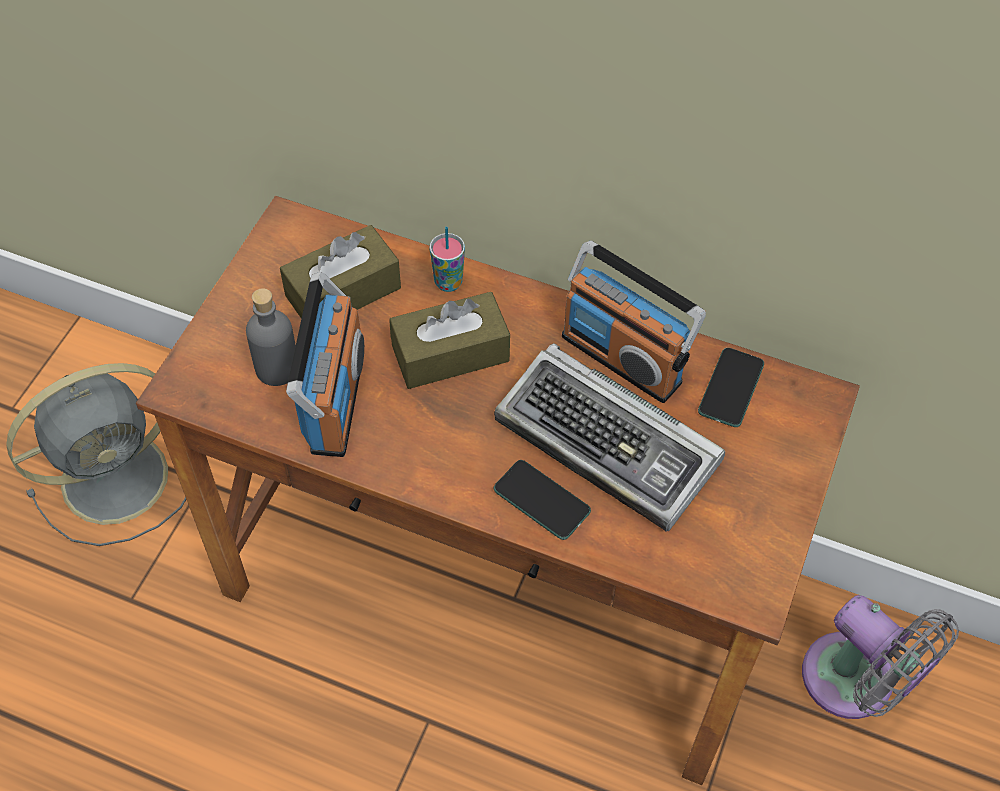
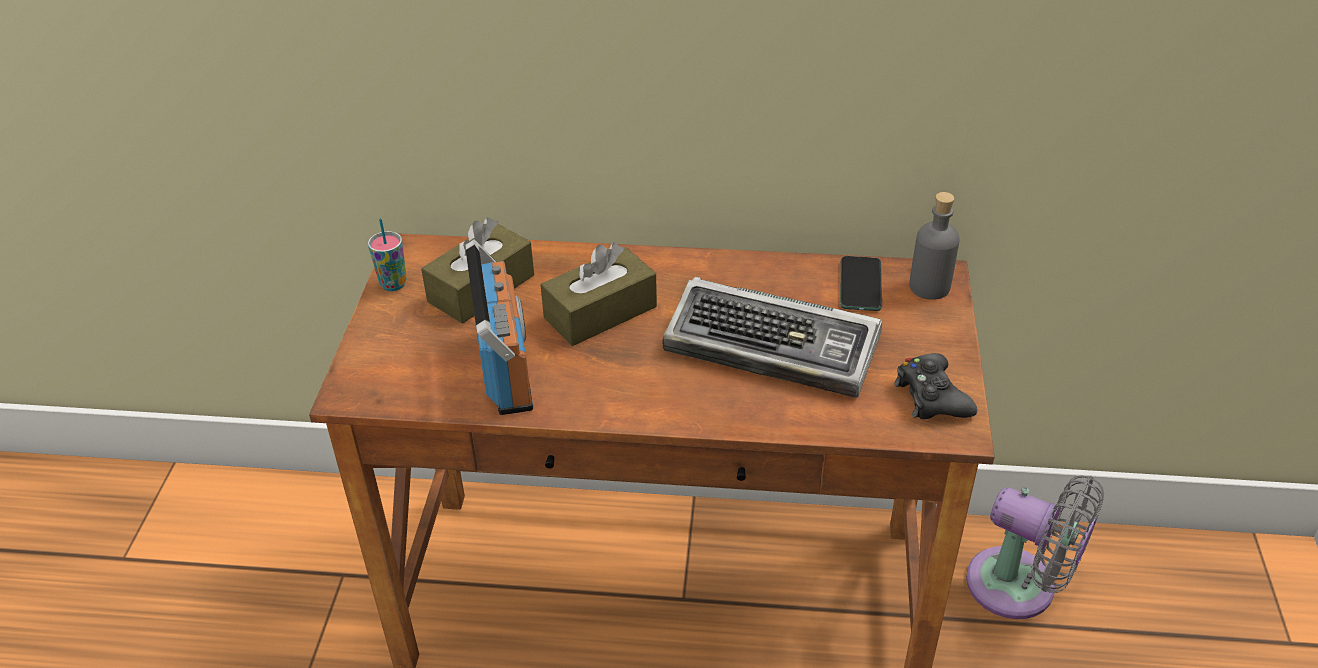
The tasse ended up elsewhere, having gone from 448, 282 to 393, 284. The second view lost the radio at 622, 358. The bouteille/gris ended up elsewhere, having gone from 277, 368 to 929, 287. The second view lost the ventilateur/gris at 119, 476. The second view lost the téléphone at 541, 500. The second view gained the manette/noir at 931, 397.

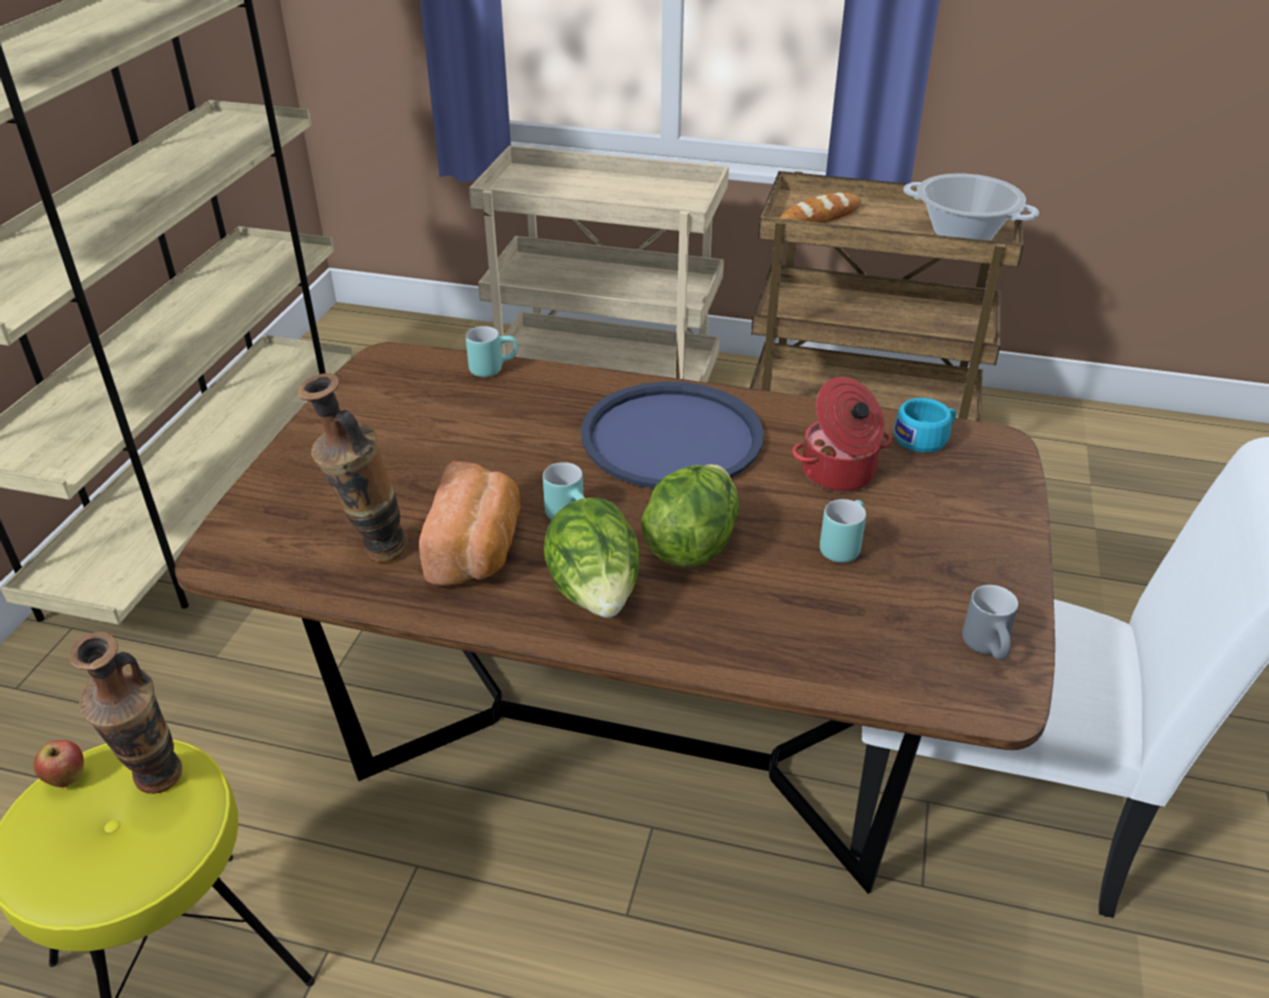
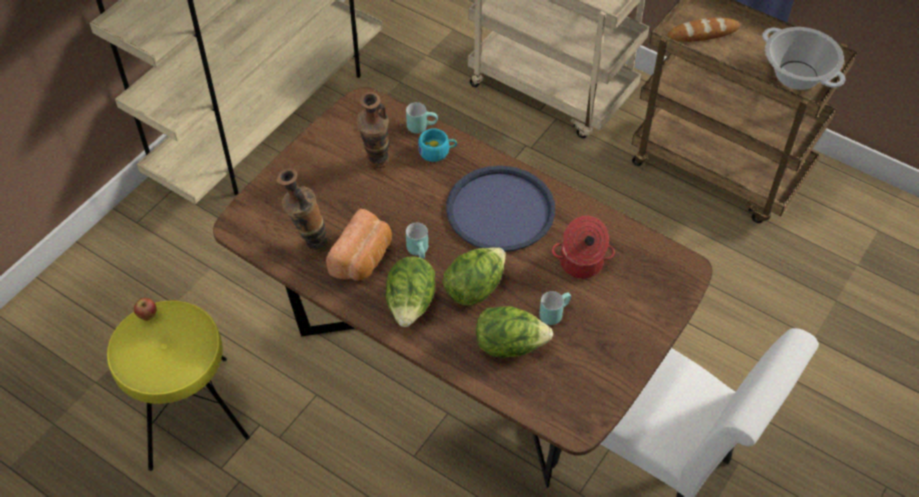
The tasse/turquoise ended up elsewhere, having gone from 925, 438 to 437, 151. The second view lost the mug/gris at 990, 649. The vase ended up elsewhere, having gone from 158, 789 to 377, 166. The second view gained the laitue at 510, 345.

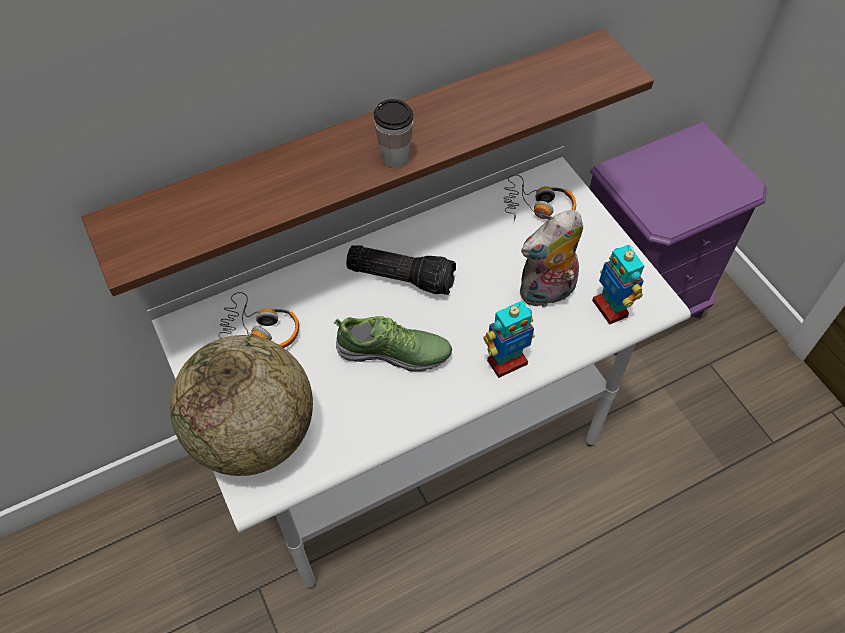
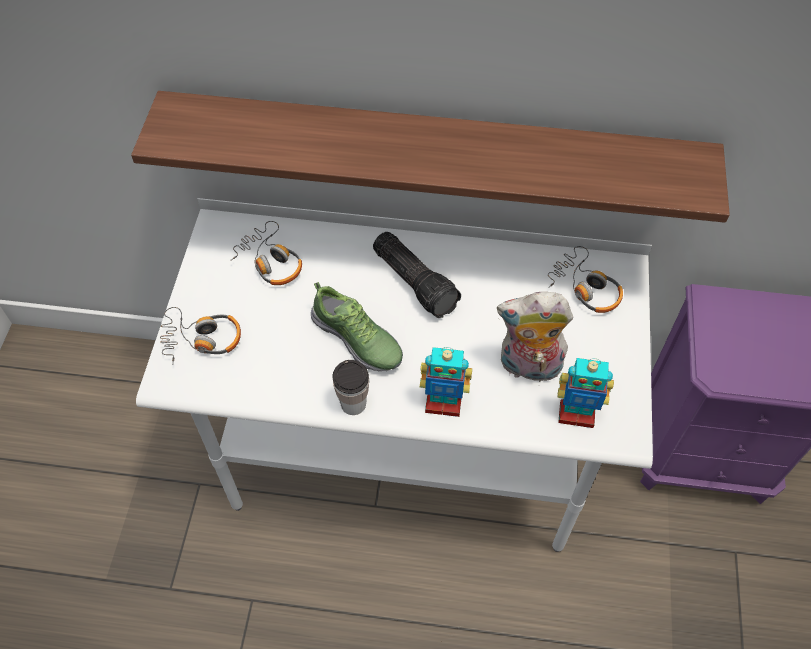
The tasse ended up elsewhere, having gone from 395, 158 to 353, 403. The robot jouet at 610, 308 ended up facing another way, 90 degrees counterclockwise from before. Where the globe stood at 254, 434, the casque audio came to stand at 202, 339.

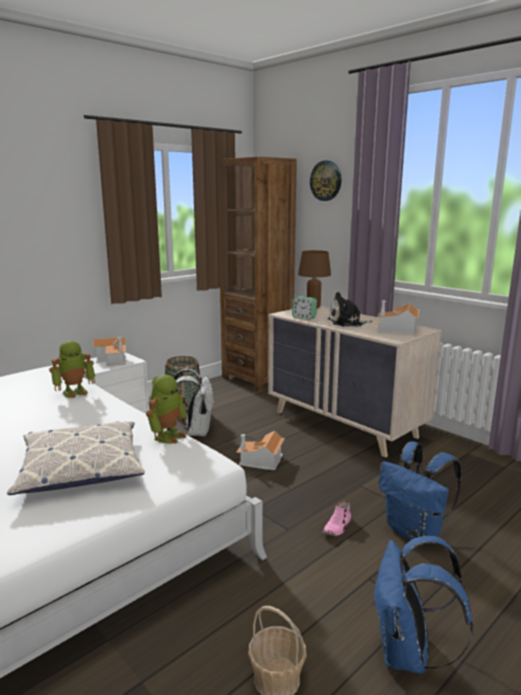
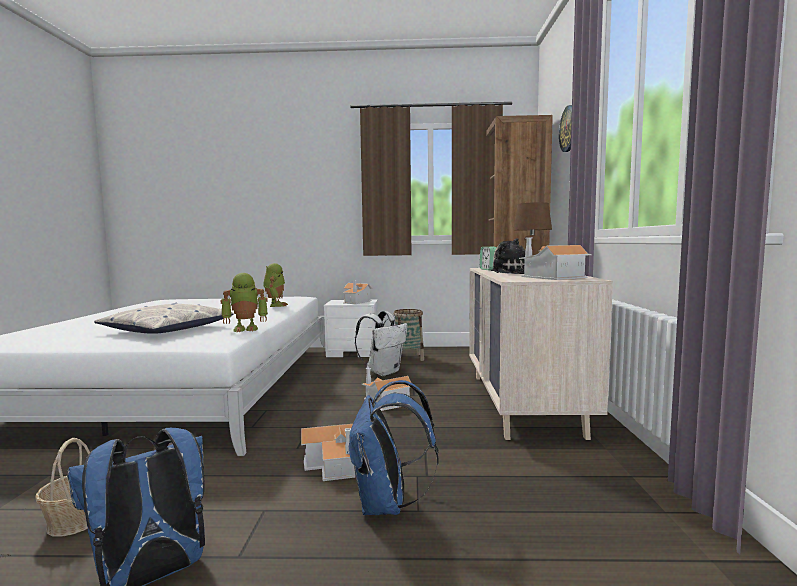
The robot jouet at 75, 392 ended up facing another way, 105 degrees counterclockwise from before. Where the chaussure/rose stood at 337, 526, the maison miniature came to stand at 333, 465.

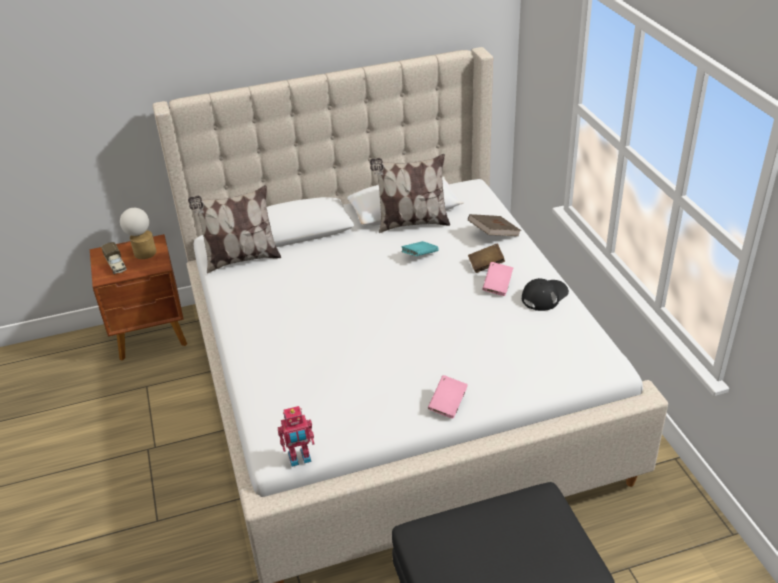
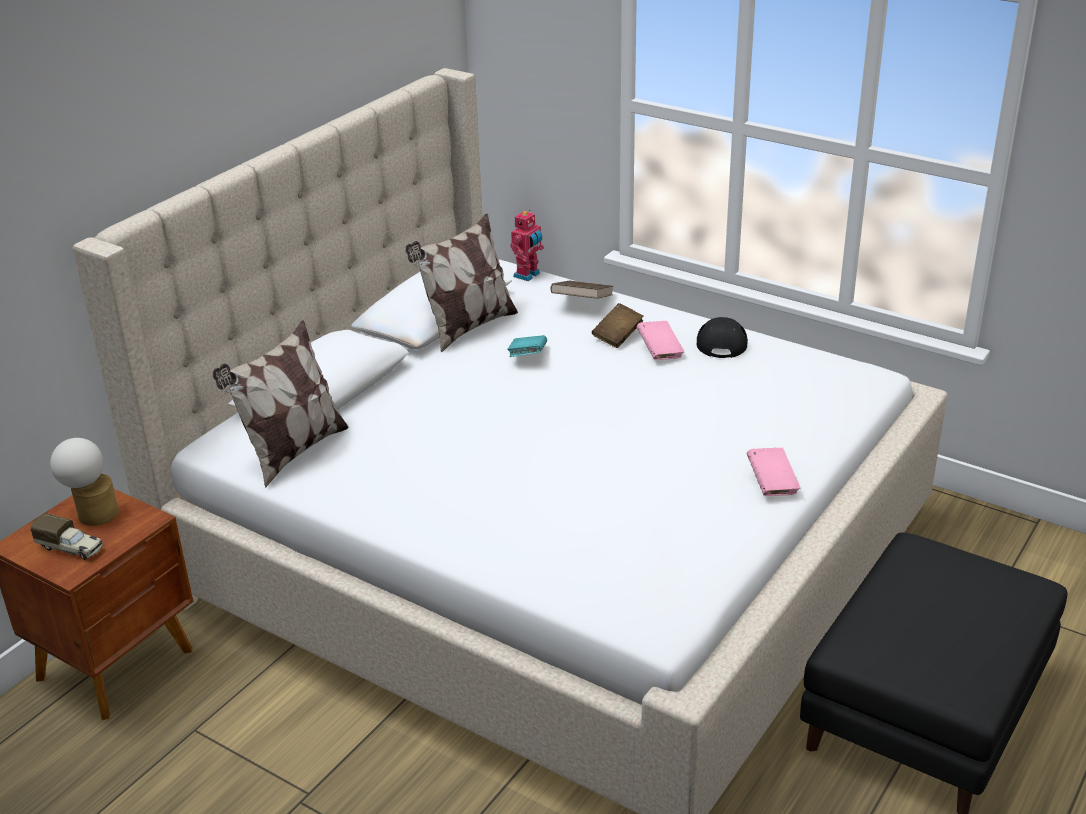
The robot jouet ended up elsewhere, having gone from 300, 459 to 528, 275.

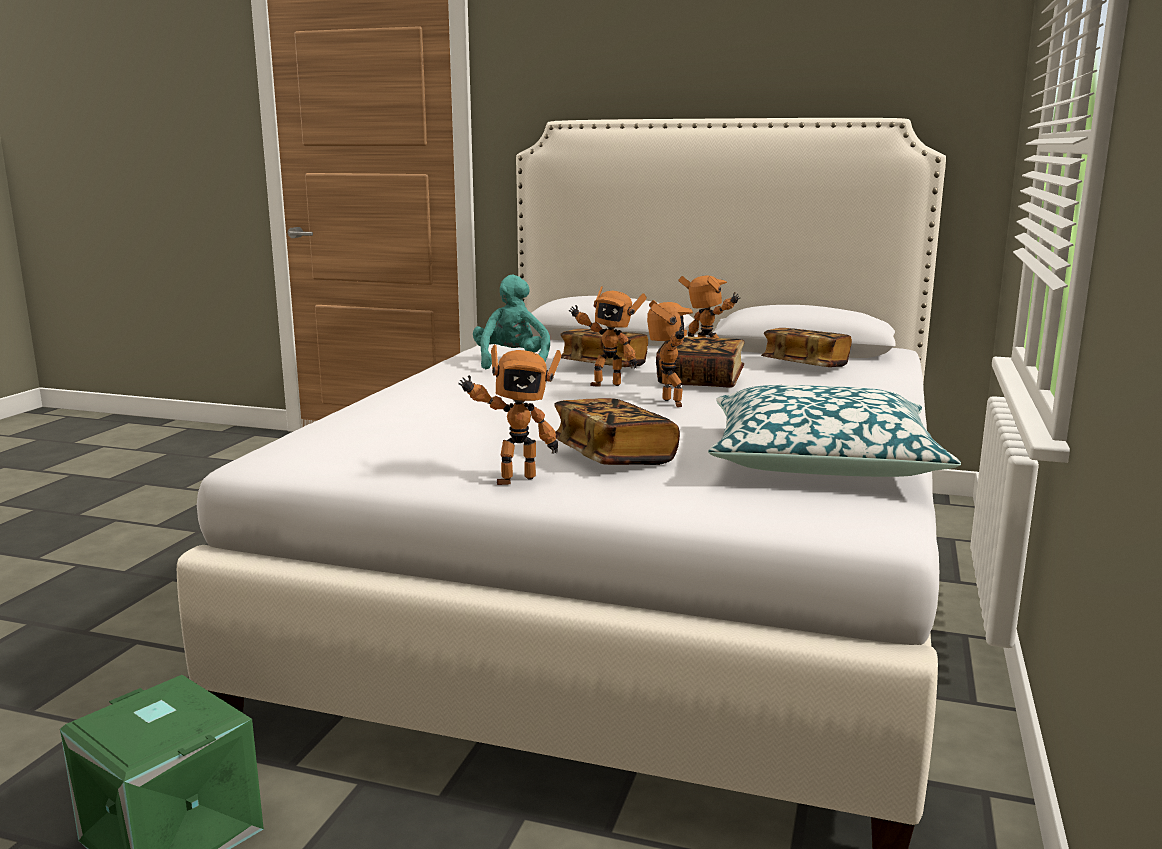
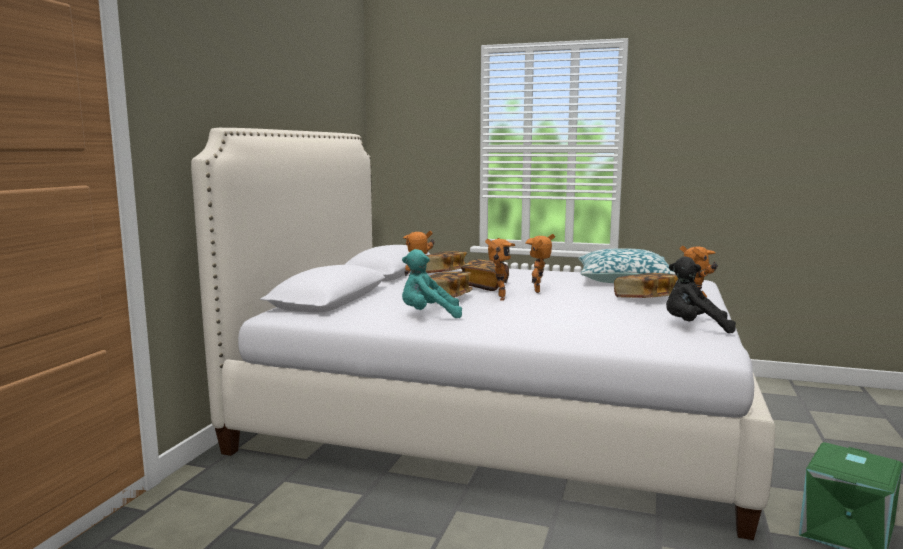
The robot jouet at 668, 403 ended up facing another way, 60 degrees counterclockwise from before. The second view gained the peluche/noir at 694, 328.

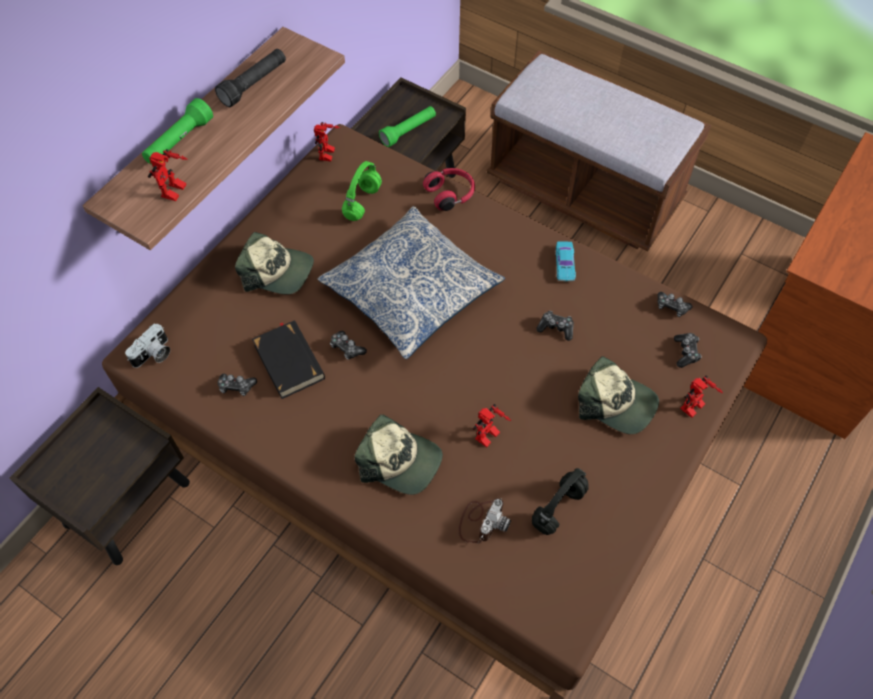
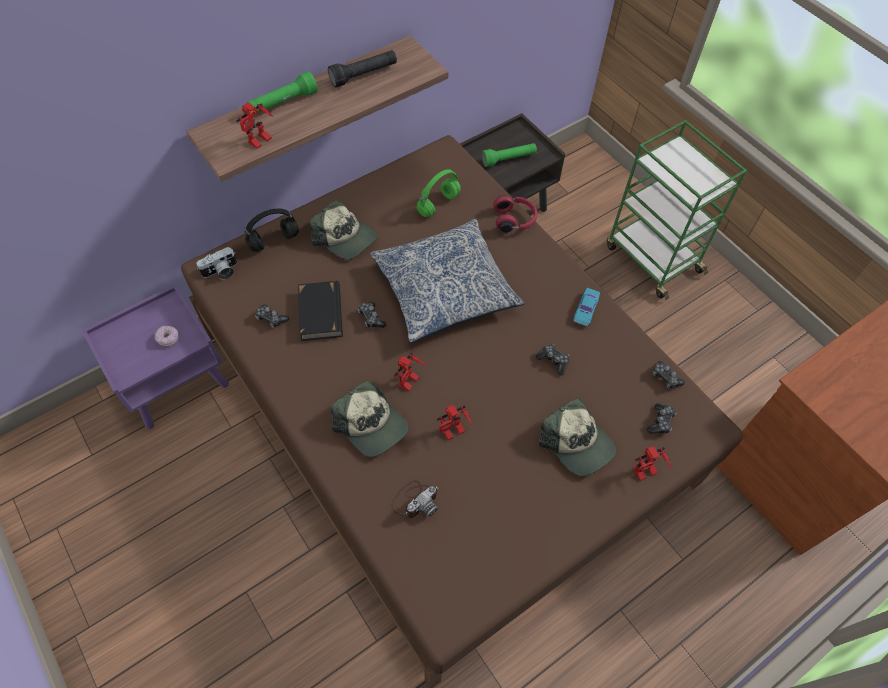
Where the banc/marron stood at 584, 191, the chariot/vert came to stand at 652, 258. The robot jouet ended up elsewhere, having gone from 329, 155 to 410, 384. What was the table de chevet/marron at 128, 502 turned into the table de chevet/violet at 177, 384. The casque audio/noir ended up elsewhere, having gone from 558, 506 to 274, 240. The second view gained the beignet at 168, 338.

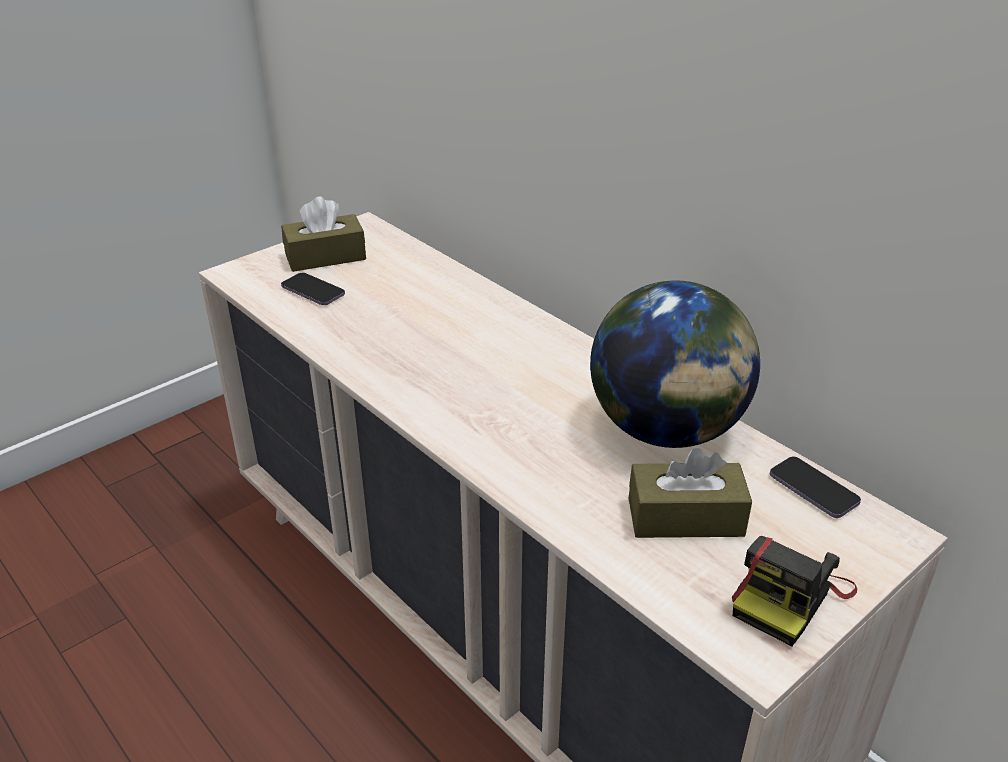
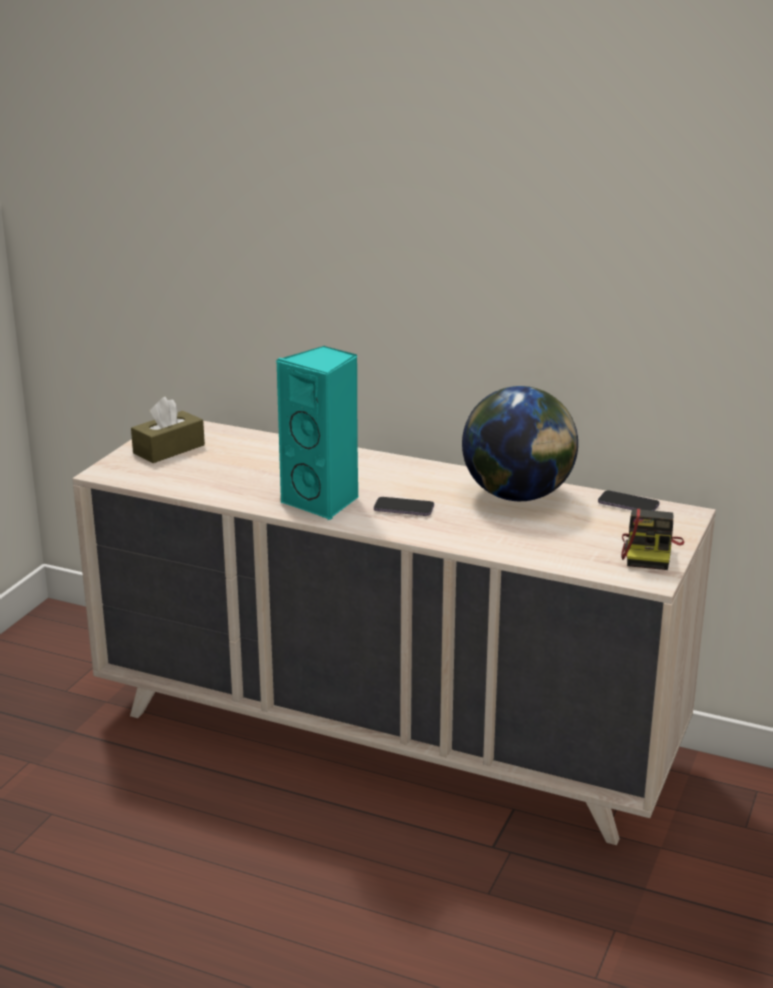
The téléphone ended up elsewhere, having gone from 313, 291 to 404, 509. The second view lost the boîte à mouchoirs/marron at 685, 517. The second view gained the enceinte/turquoise at 324, 502.

